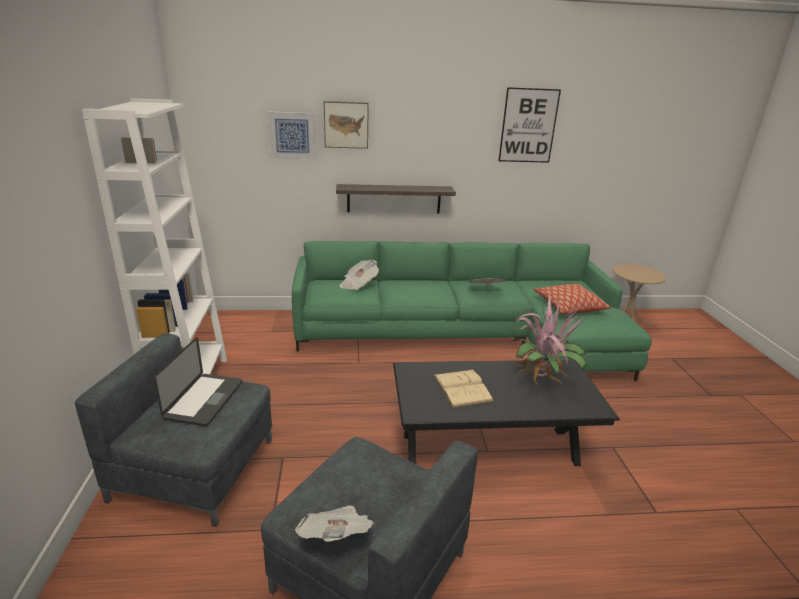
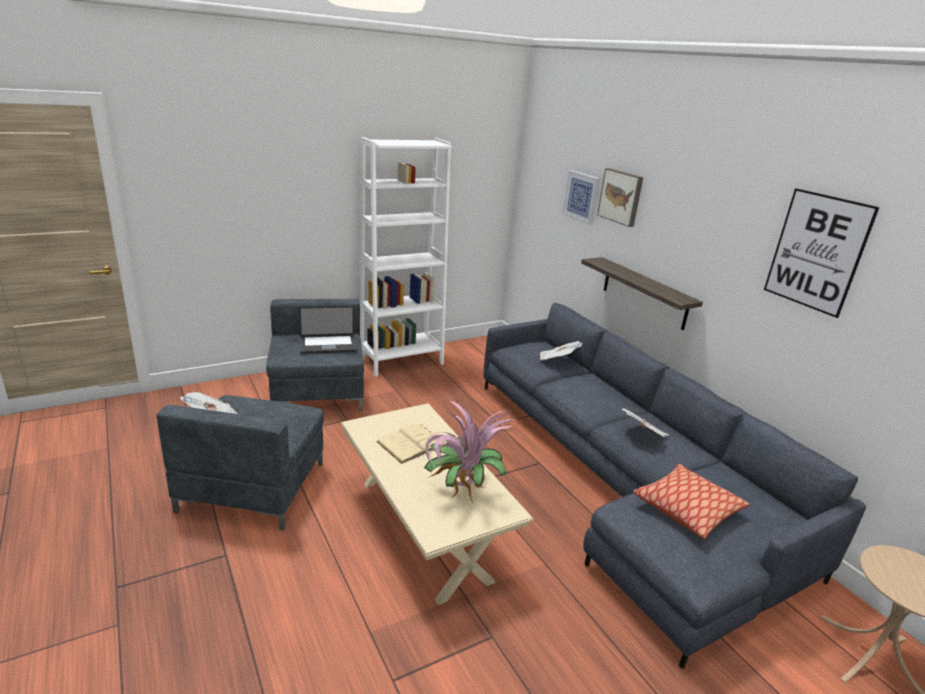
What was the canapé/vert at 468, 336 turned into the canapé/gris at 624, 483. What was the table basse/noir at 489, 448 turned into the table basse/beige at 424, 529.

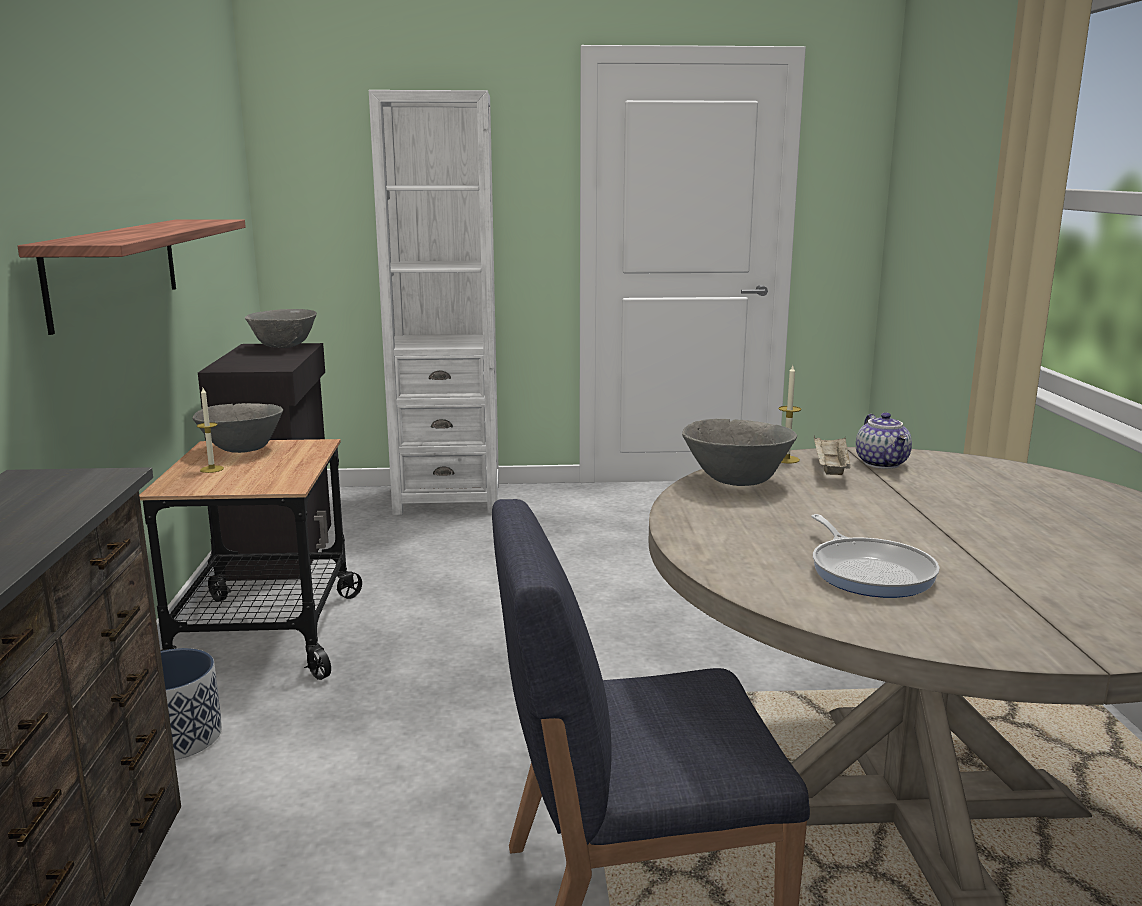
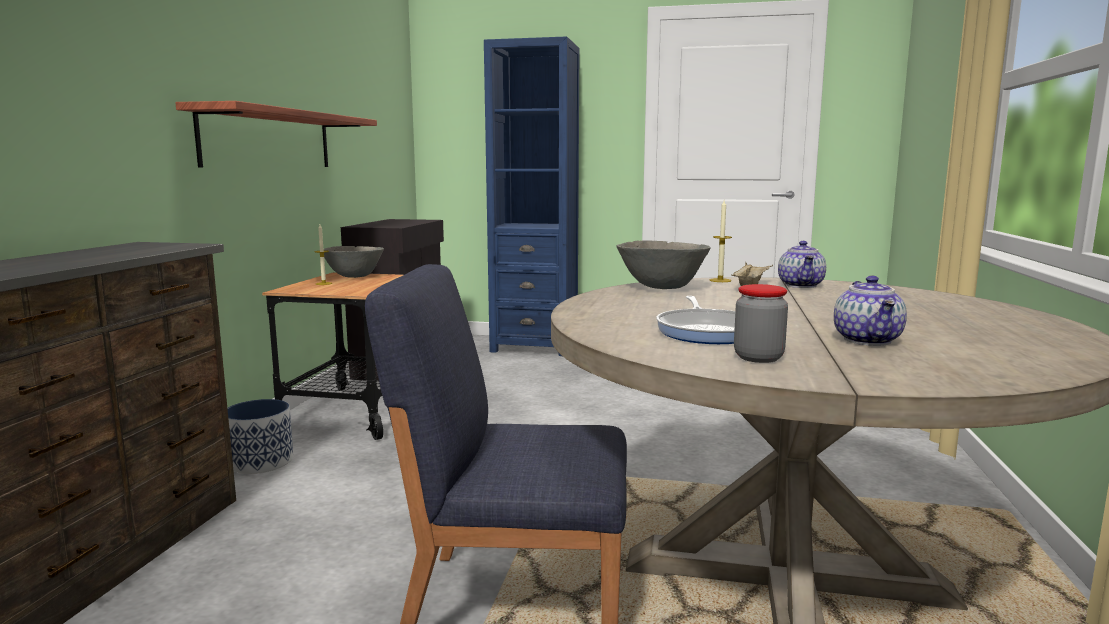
What was the bibliothèque/blanc at 448, 499 turned into the bibliothèque/bleu at 535, 346. The second view lost the bol/gris at 284, 347. The second view gained the théière at 869, 340. The second view gained the bocal at 758, 357.

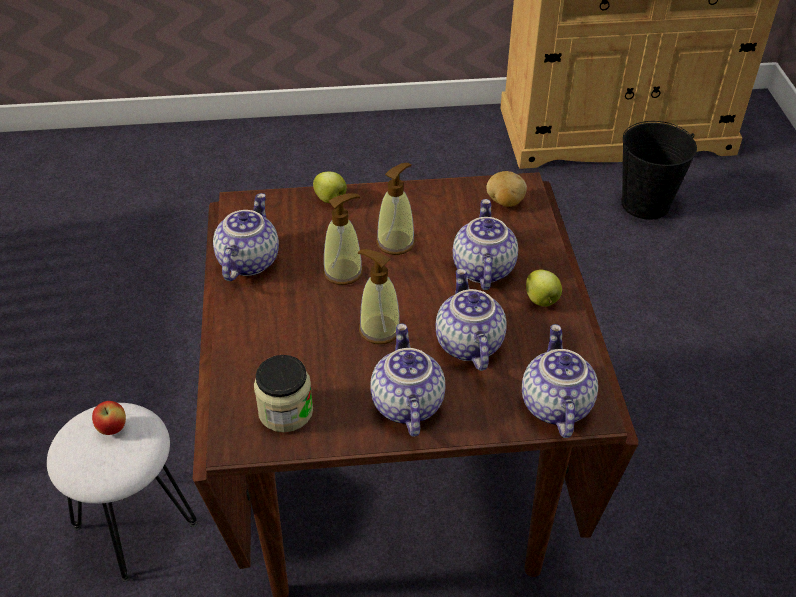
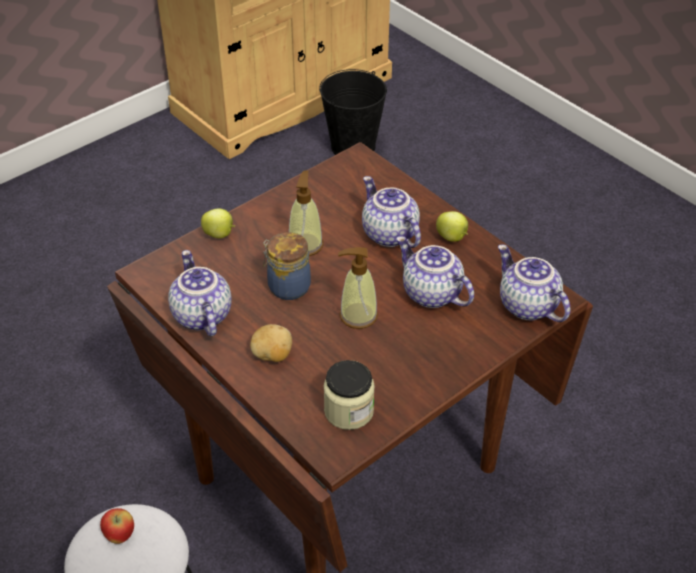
The pomme de terre ended up elsewhere, having gone from 504, 202 to 272, 355. Where the distributeur de savon stood at 343, 272, the bocal came to stand at 287, 286. The second view lost the théière at 405, 404.

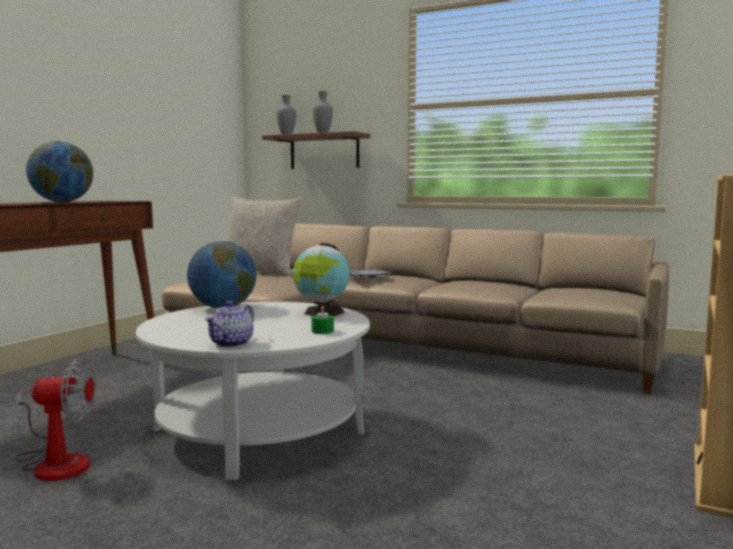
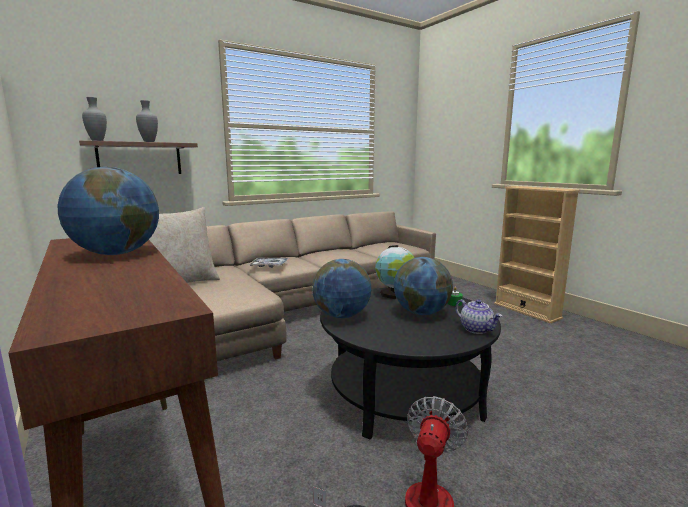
What was the table basse/blanc at 259, 430 turned into the table basse/noir at 404, 392. The second view gained the globe at 421, 313.

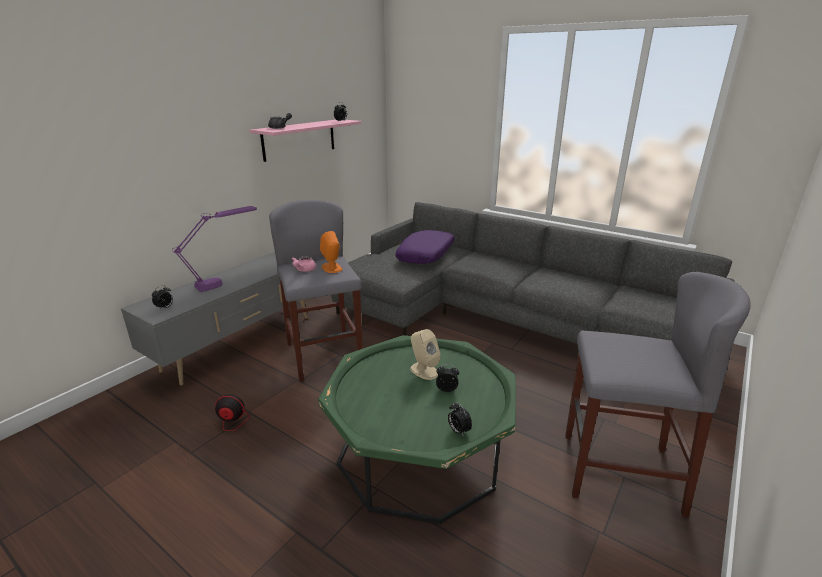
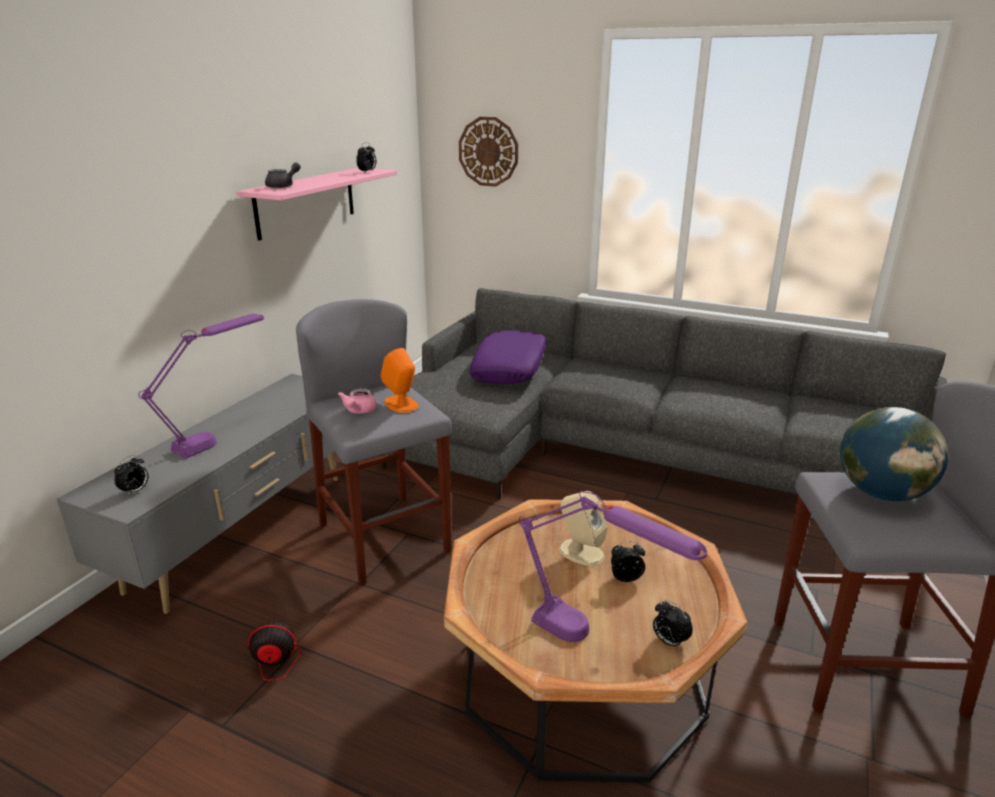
What was the table basse/vert at 419, 453 turned into the table basse/marron at 582, 676. The second view gained the horloge murale at 488, 151. The second view gained the globe at 880, 493. The second view gained the lampe de table/violet at 593, 641.

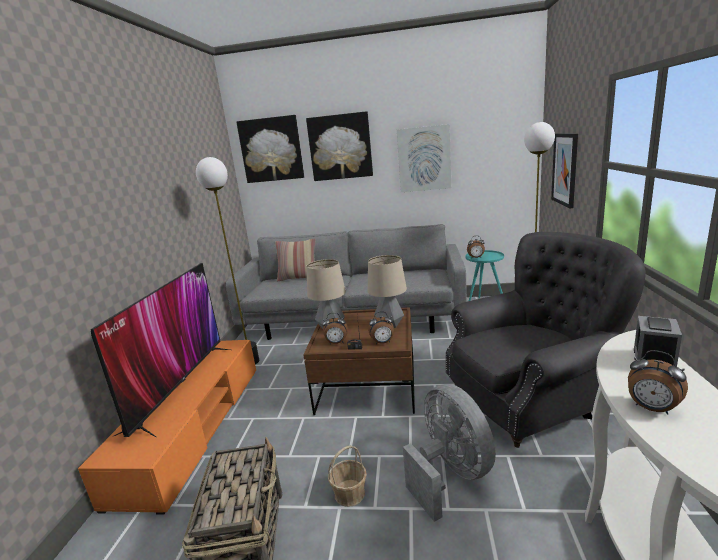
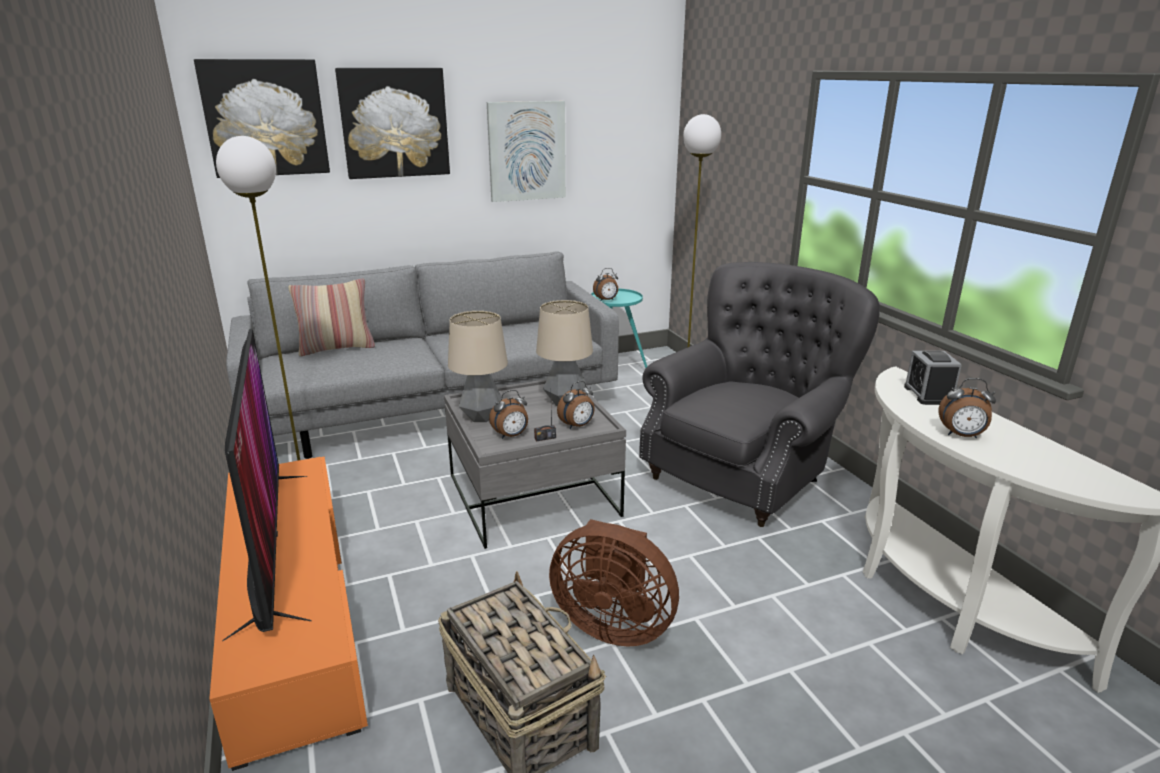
The second view lost the tableau at 565, 169. What was the table basse/marron at 367, 385 turned into the table basse/gris at 533, 495. The second view lost the ventilateur/gris at 450, 474. Where the panier stood at 350, 493, the ventilateur/marron came to stand at 613, 624.

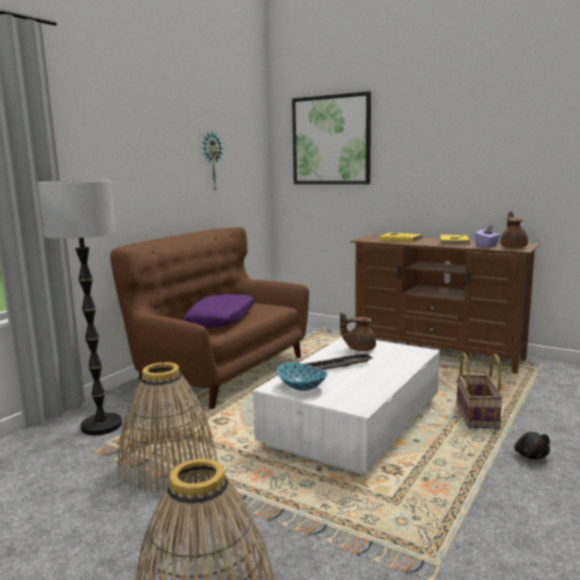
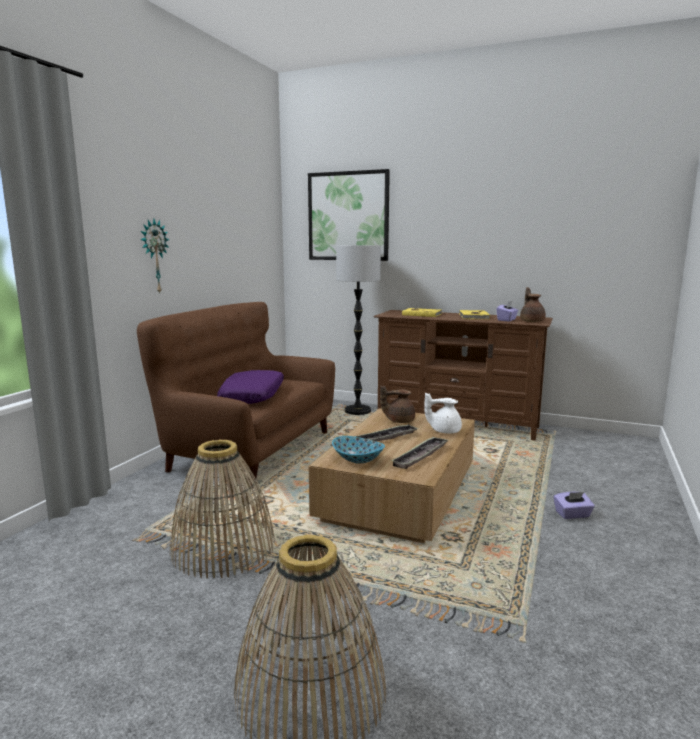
The horloge murale ended up elsewhere, having gone from 211, 161 to 154, 256. The lampadaire ended up elsewhere, having gone from 101, 425 to 357, 411. What was the table basse/blanc at 354, 422 turned into the table basse/marron at 400, 494. The second view lost the panier at 478, 416. Where the peluche/noir stood at 531, 455, the boîte à mouchoirs/violet came to stand at 572, 514. The second view gained the théière/blanc at 444, 431. The second view gained the plateau at 420, 456.

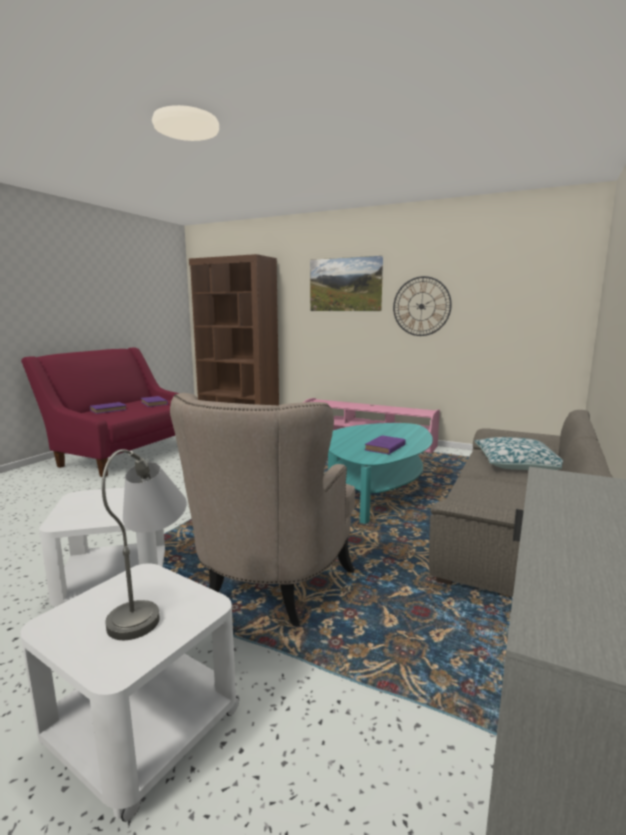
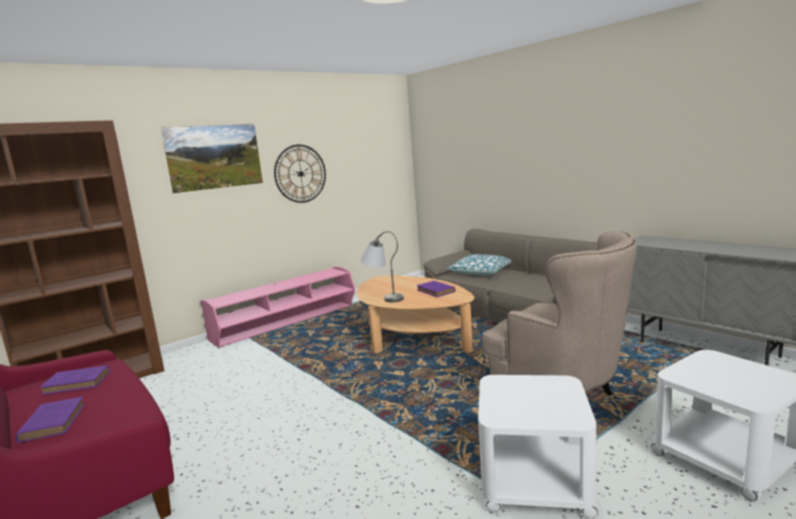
What was the table basse/turquoise at 377, 491 turned into the table basse/beige at 412, 338. The lampe de table/gris ended up elsewhere, having gone from 152, 602 to 383, 297.

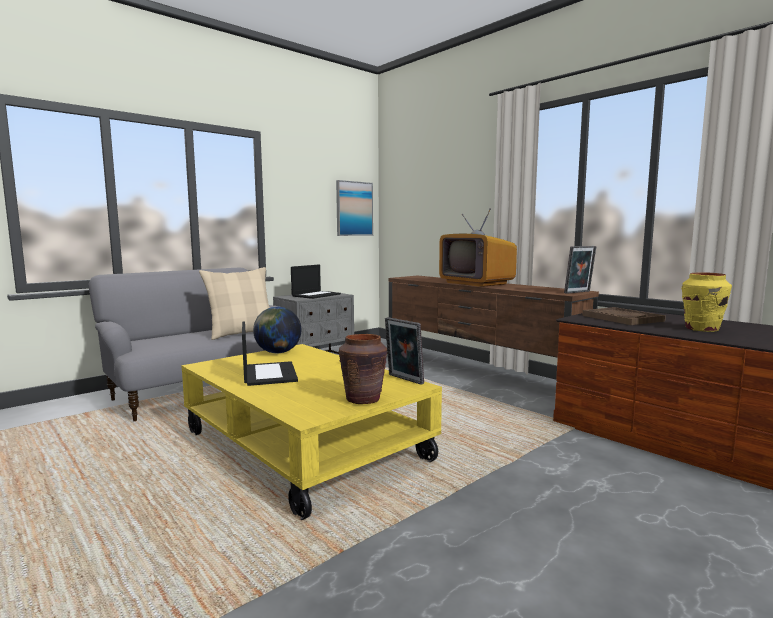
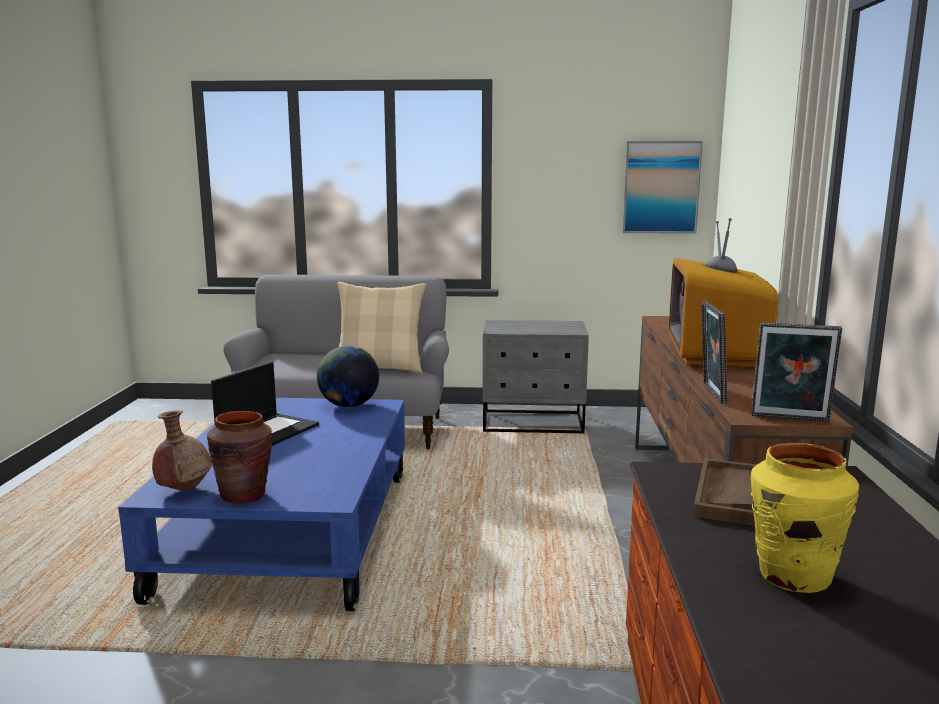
The second view lost the ordinateur portable at 316, 295. The cadre photo ended up elsewhere, having gone from 404, 379 to 710, 394. What was the table basse/jaune at 302, 447 turned into the table basse/bleu at 291, 531. The second view gained the vase/marron at 184, 489.

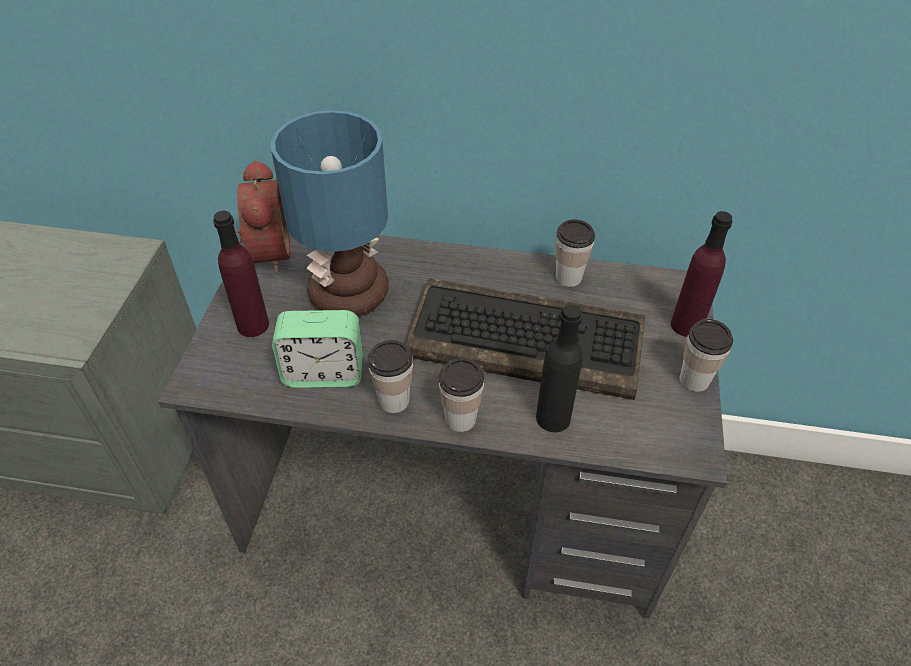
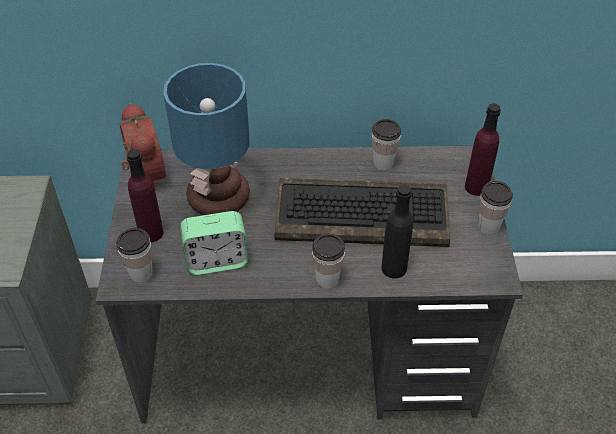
The tasse ended up elsewhere, having gone from 393, 400 to 141, 273.

